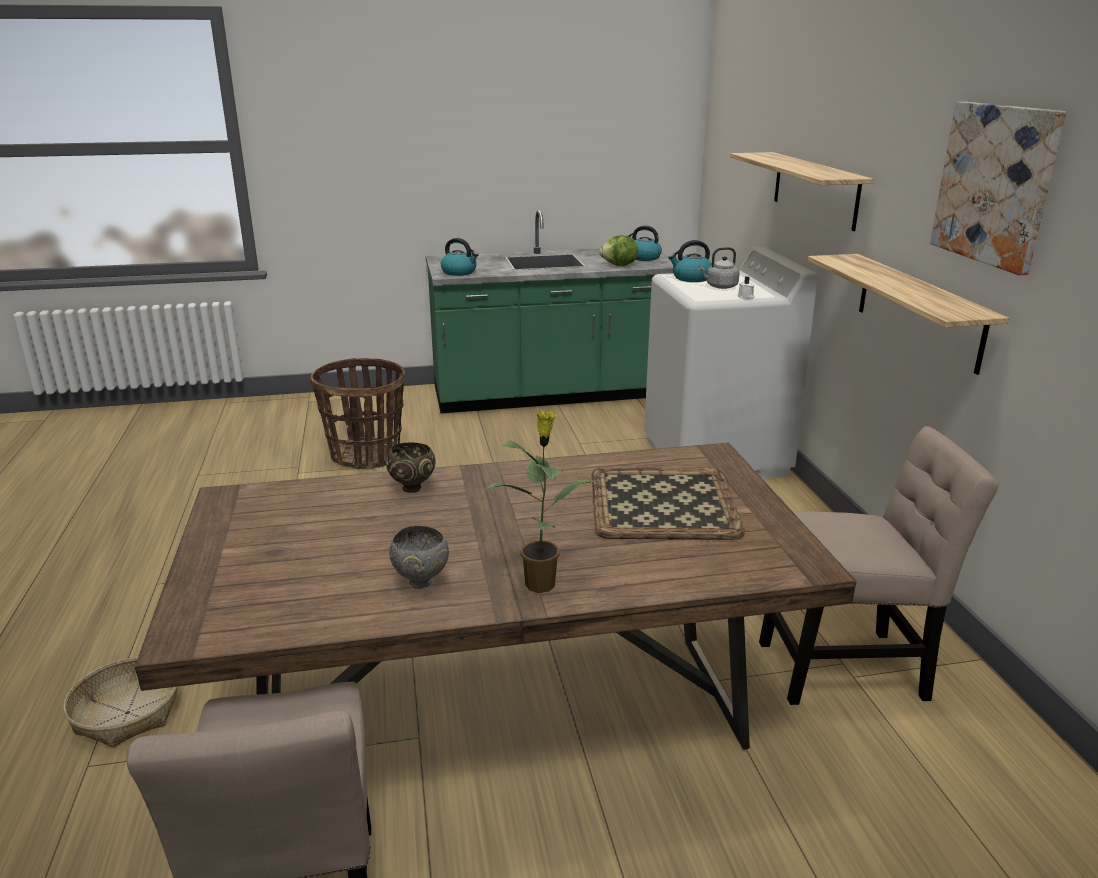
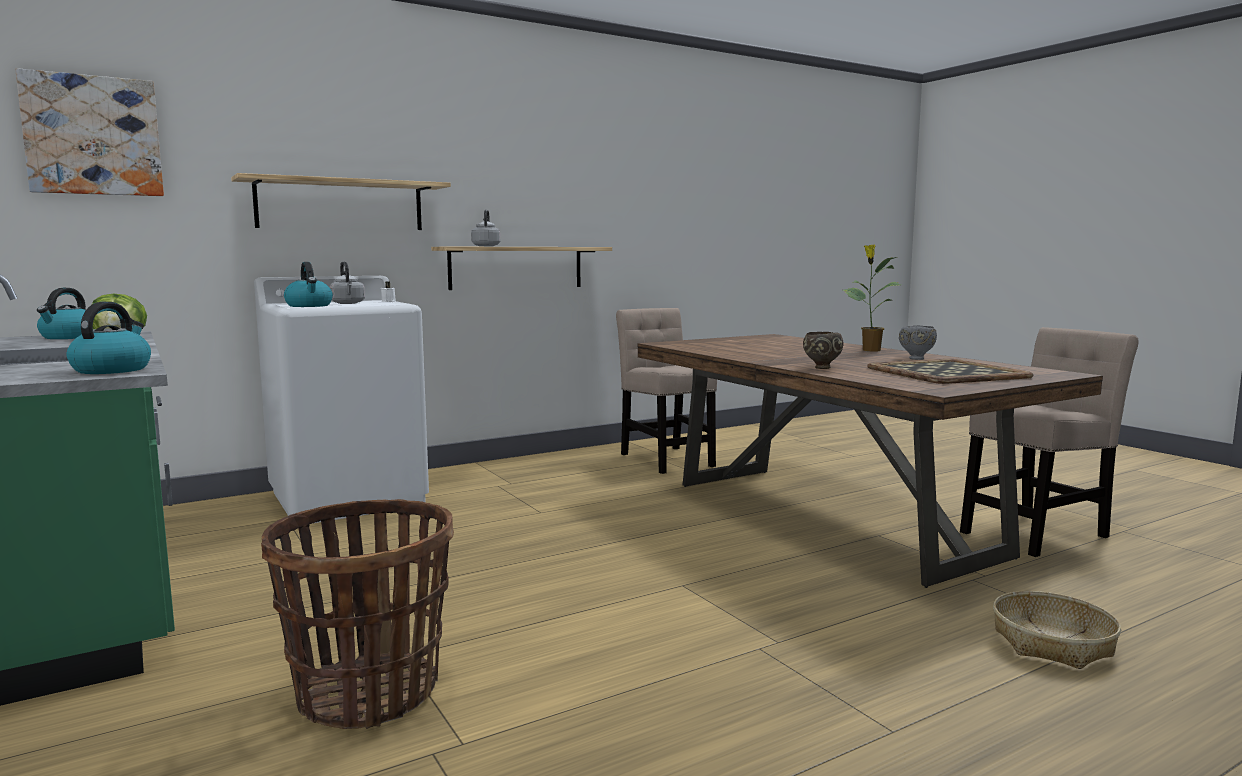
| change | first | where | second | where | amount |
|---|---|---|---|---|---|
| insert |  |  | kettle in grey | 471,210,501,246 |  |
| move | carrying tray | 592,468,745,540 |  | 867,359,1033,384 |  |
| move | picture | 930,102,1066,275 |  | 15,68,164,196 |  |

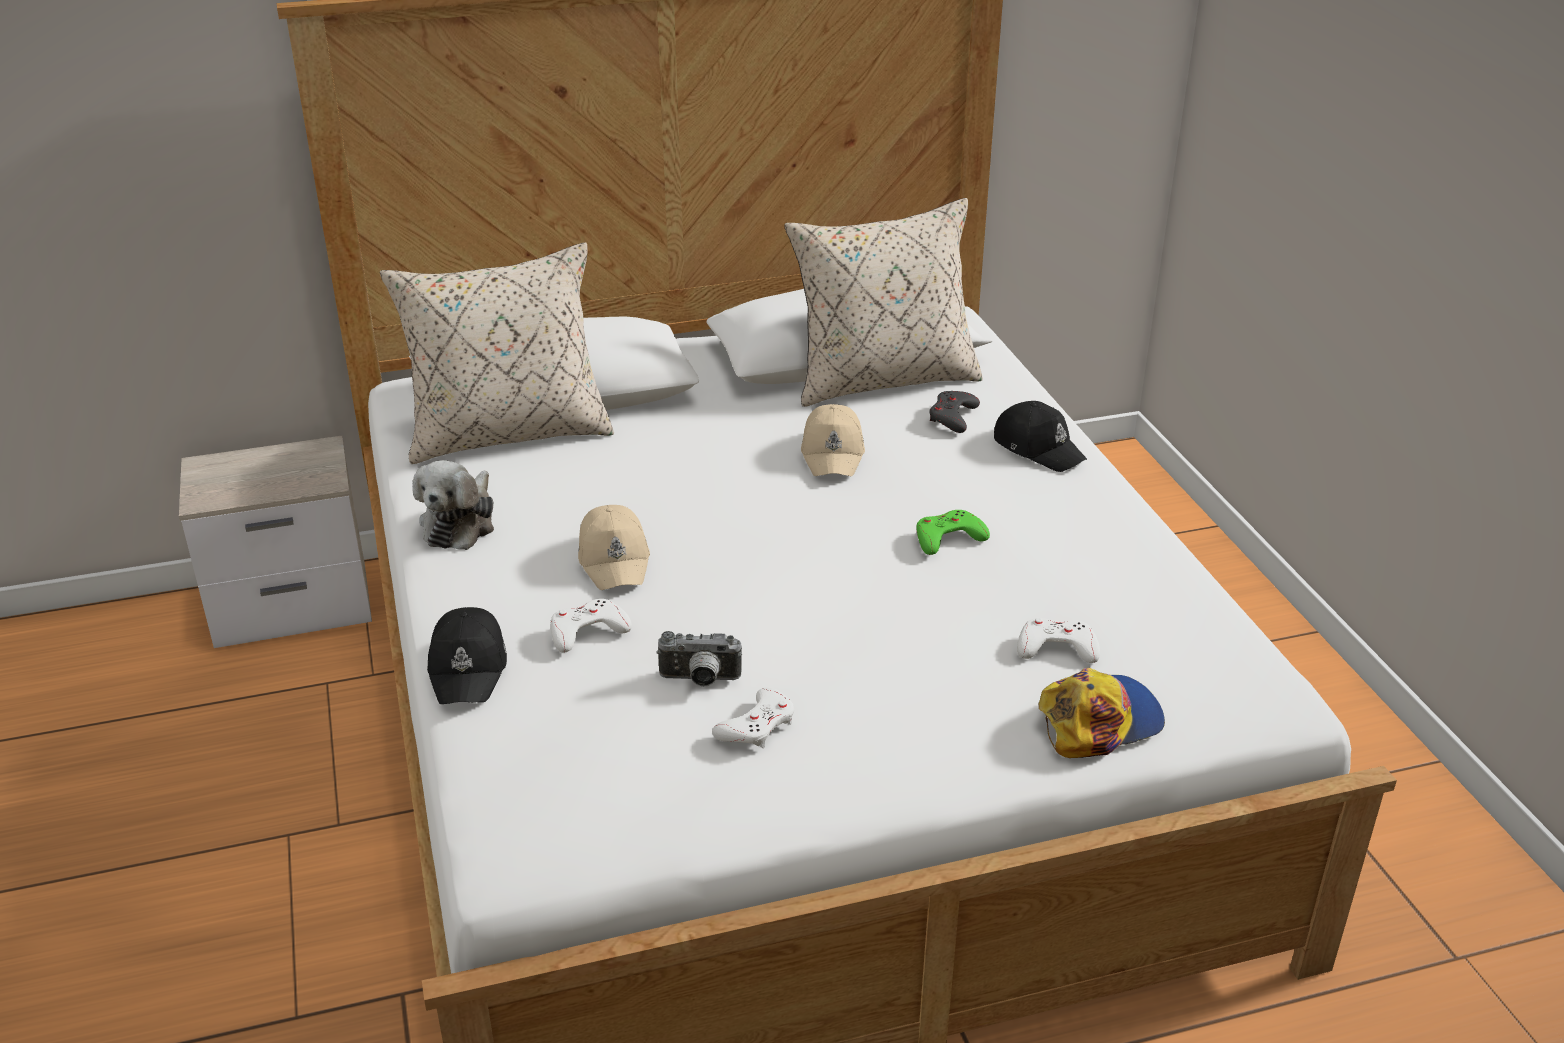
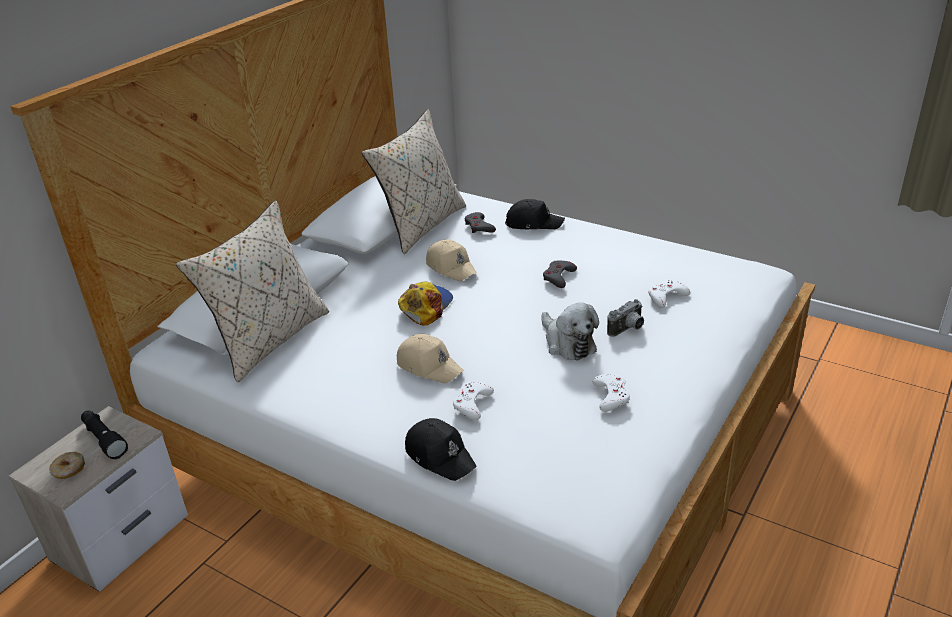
| change | first | where | second | where | amount |
|---|---|---|---|---|---|
| insert |  |  | donut | 49,452,85,479 |  |
| insert |  |  | torch in black-coloured | 81,410,128,459 |  |
| move | plush toy | 412,460,494,550 |  | 542,303,599,360 |  |
| move | photo camera | 656,631,742,687 |  | 607,299,644,337 |  |
| move | cap | 1038,668,1165,758 |  | 398,281,453,325 |  |
| recolor | game controller in green-coloured | 916,510,990,555 | game controller in grey | 543,261,577,288 |  |

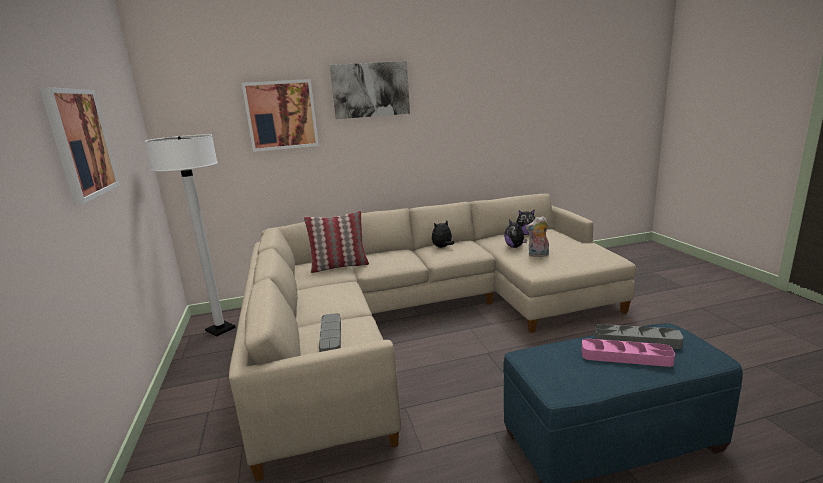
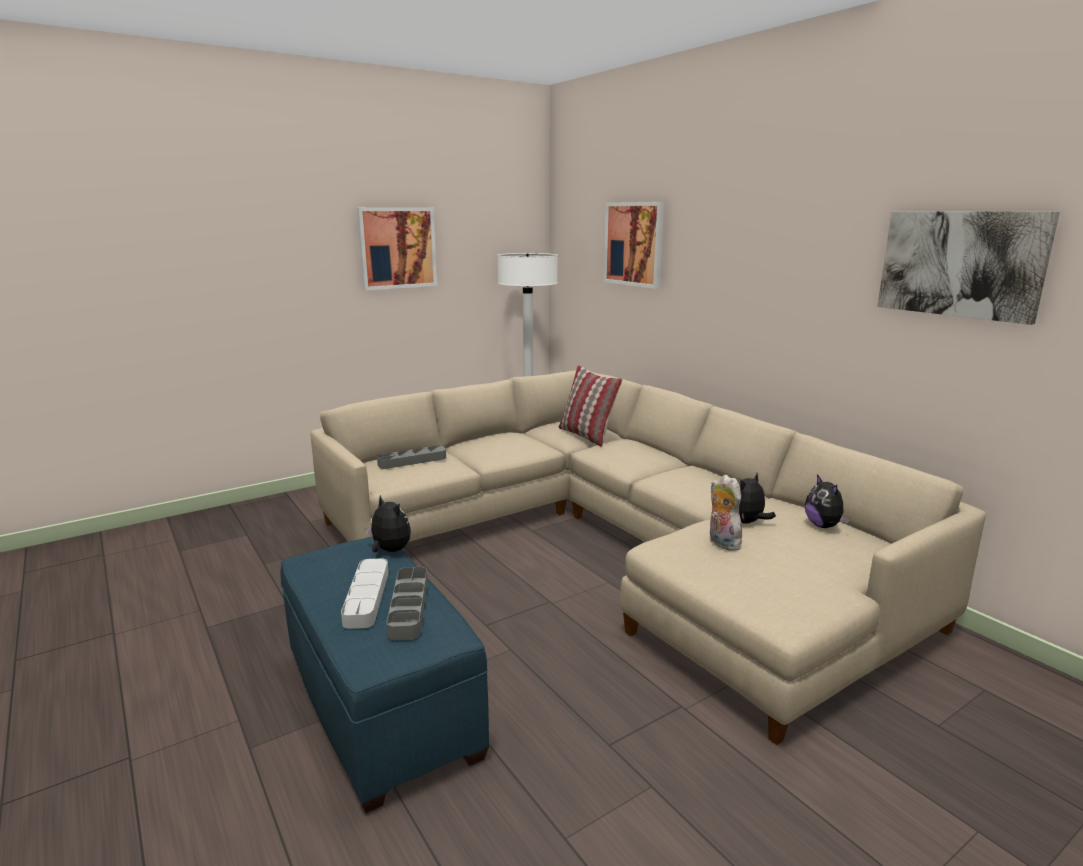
| change | first | where | second | where | amount |
|---|---|---|---|---|---|
| move | picture | 330,61,410,119 |  | 877,211,1060,325 |  |
| move | plush toy | 432,221,454,248 |  | 365,495,411,552 |  |
| recolor | carrying tray in pinkish | 581,338,675,367 | carrying tray in grey | 341,558,389,629 |  |

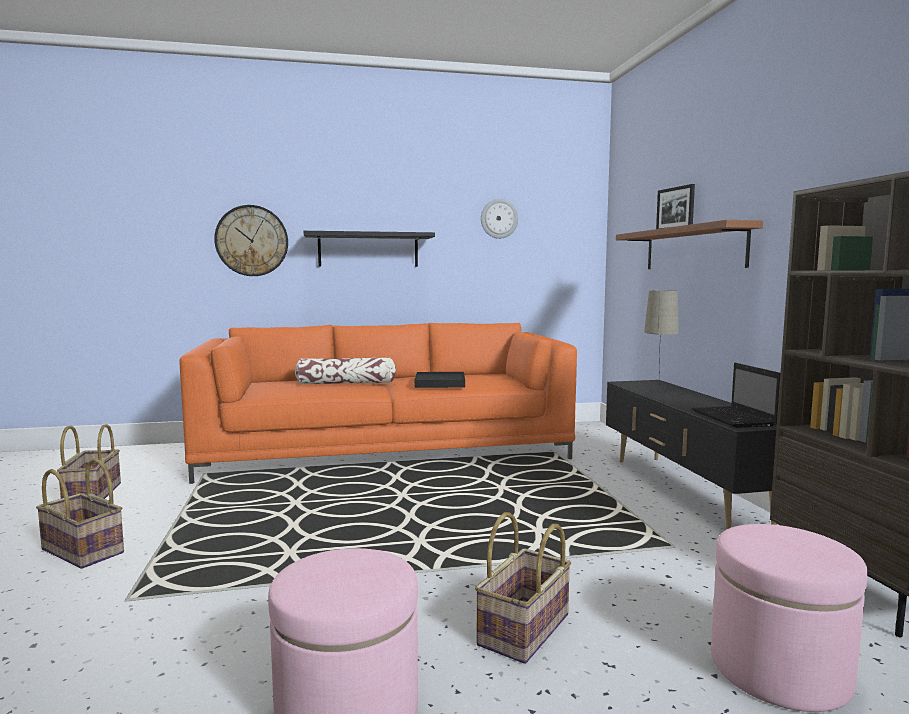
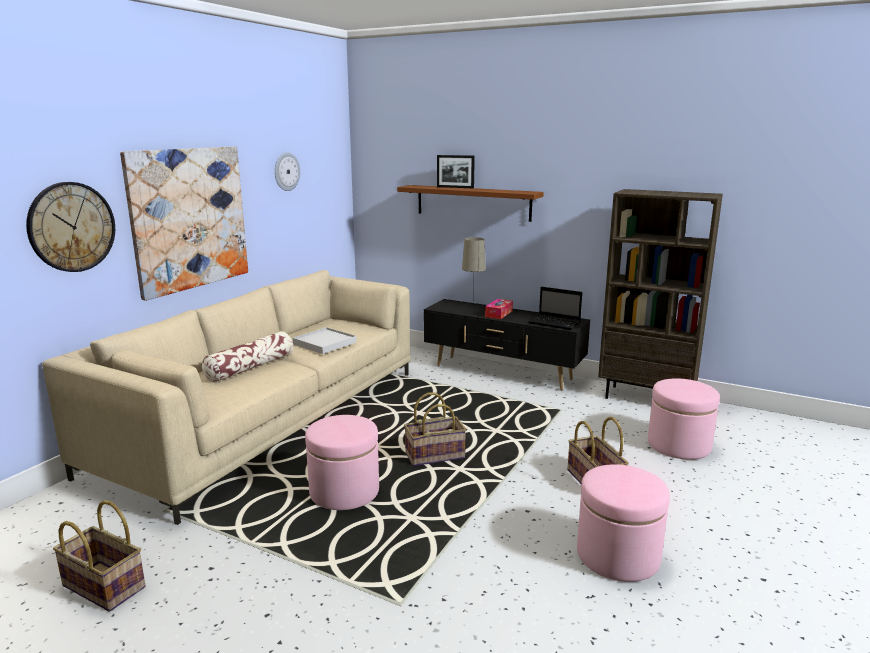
| change | first | where | second | where | amount |
|---|---|---|---|---|---|
| insert |  |  | pouffe in pinkish | 305,415,379,510 |  |
| insert |  |  | box of tissues | 485,299,513,319 |  |
| move | household basket | 36,458,124,569 |  | 404,393,467,466 |  |
| replace | shelf in black-coloured | 304,231,435,267 | picture | 120,147,248,301 |  |
| recolor | sofa in orangey | 179,323,577,484 | sofa in sand-coloured | 42,270,411,525 |  |
| recolor | carrying tray in black-coloured | 414,372,465,388 | carrying tray in white | 293,327,357,354 |  |

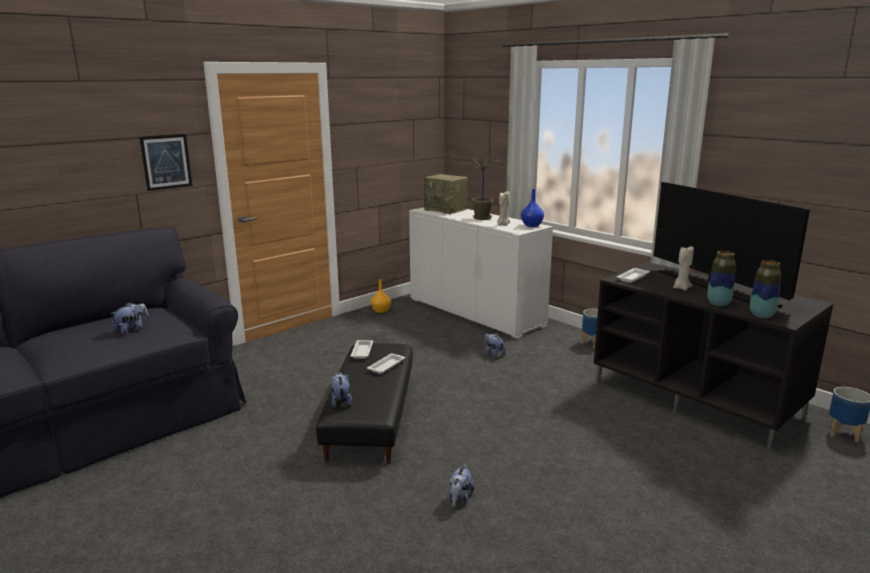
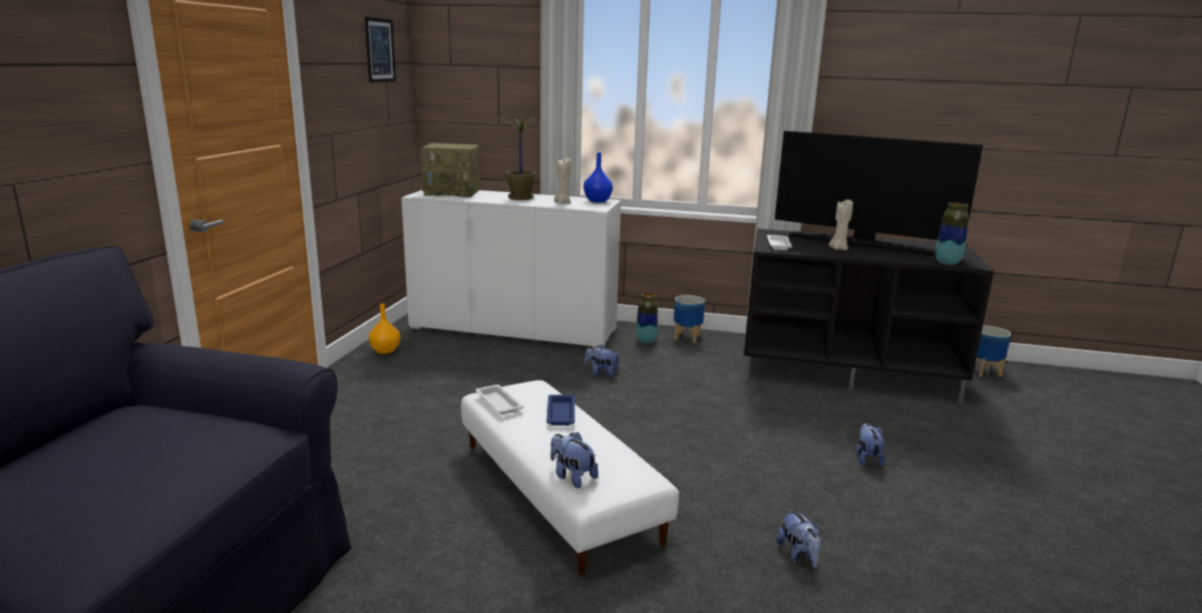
| change | first | where | second | where | amount |
|---|---|---|---|---|---|
| move | plush toy | 111,303,149,335 |  | 856,423,885,467 |  |
| move | picture | 139,134,192,191 |  | 365,17,396,83 |  |
| move | decorative vase | 707,251,736,306 |  | 636,293,658,343 |  |
| recolor | pouffe in black-coloured | 316,343,413,463 | pouffe in white | 461,380,679,576 |  |
| recolor | carrying tray in white | 367,354,405,374 | carrying tray in blue | 546,395,575,426 |  |

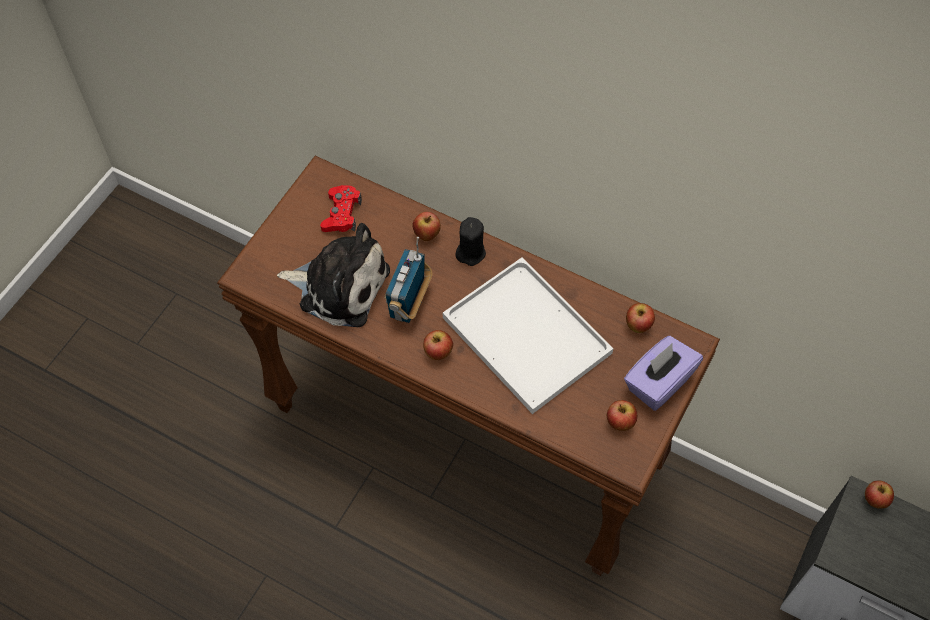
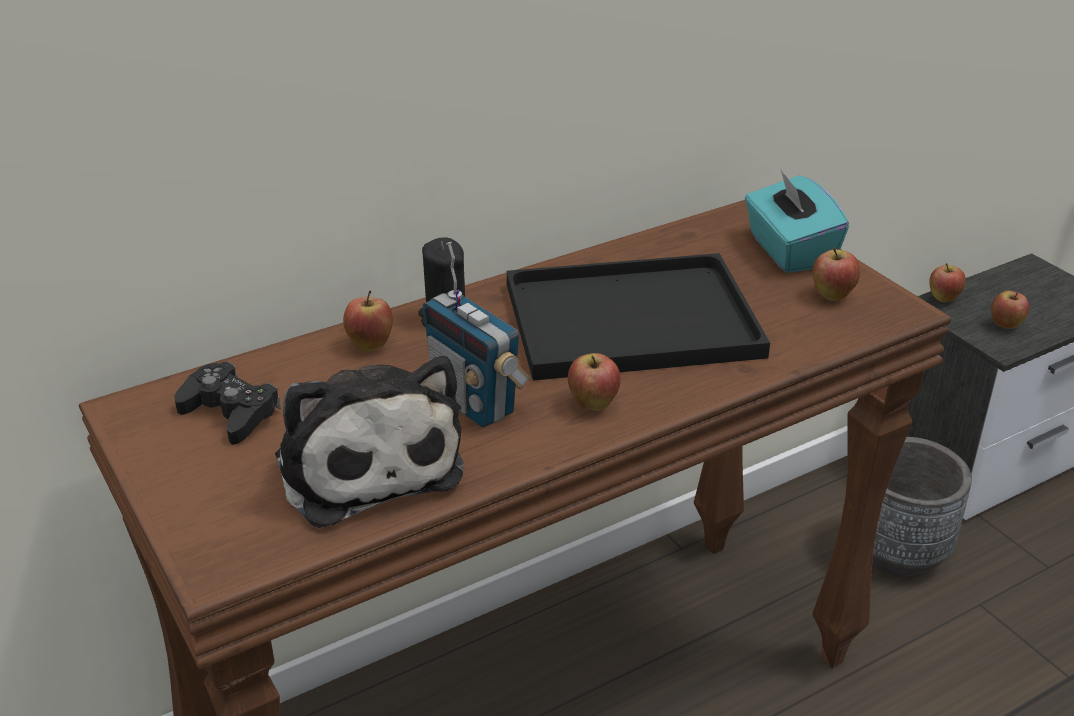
| change | first | where | second | where | amount |
|---|---|---|---|---|---|
| insert |  |  | plant pot in grey | 872,437,972,577 |  |
| move | apple fruit | 626,303,655,333 |  | 991,291,1029,329 |  |
| recolor | game controller in red-coloured | 320,185,362,232 | game controller in black-coloured | 174,362,281,445 |  |
| recolor | carrying tray in white | 443,257,614,414 | carrying tray in black-coloured | 507,253,770,381 |  |
| recolor | box of tissues in purple-coloured | 624,336,703,411 | box of tissues in turquoise-coloured | 745,170,849,273 |  |
| rotate | plush toy | 277,223,390,327 |  | 275,356,464,528 | 105 degrees clockwise |

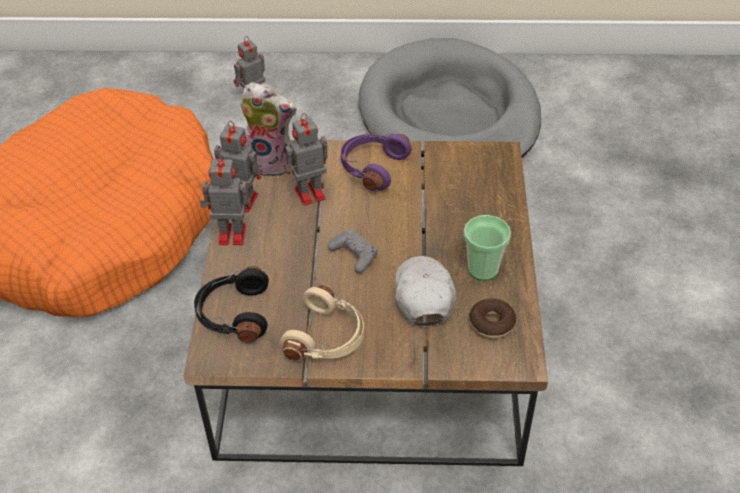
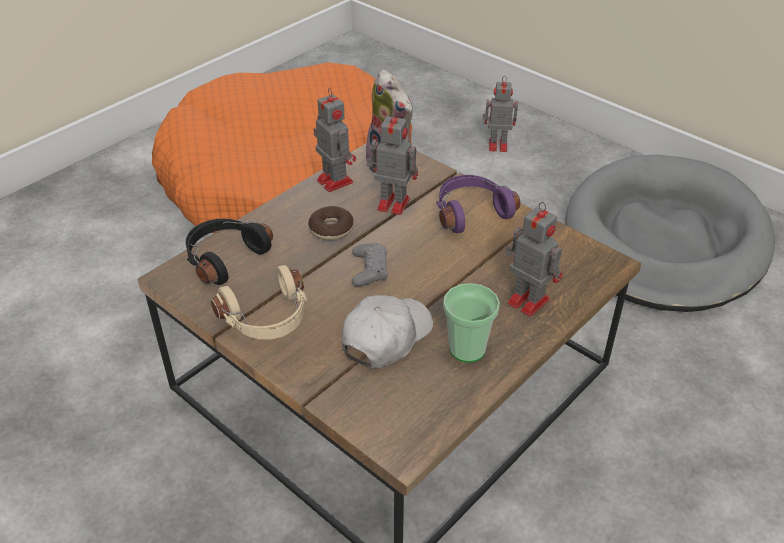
| change | first | where | second | where | amount |
|---|---|---|---|---|---|
| move | robot figure | 200,154,251,245 |  | 505,202,563,317 |  |
| move | donut | 469,298,516,339 |  | 308,206,353,240 |  |

